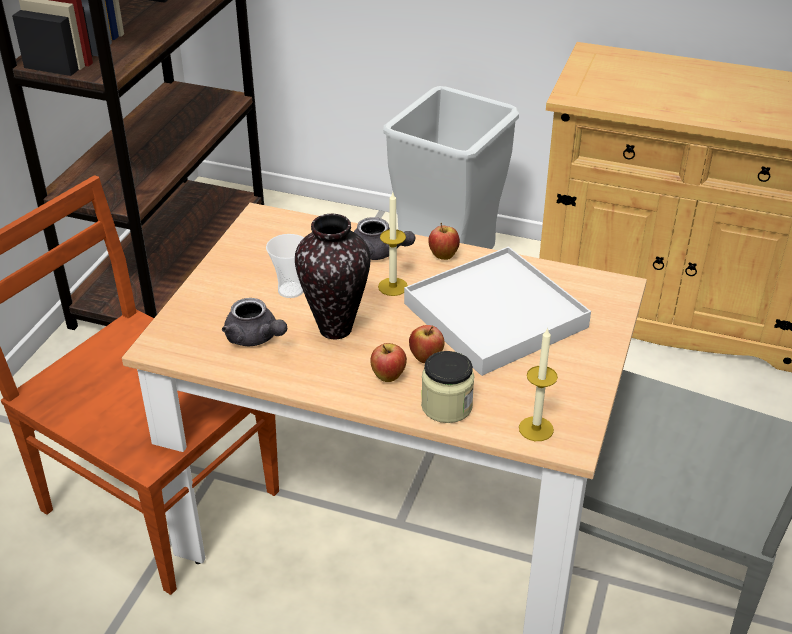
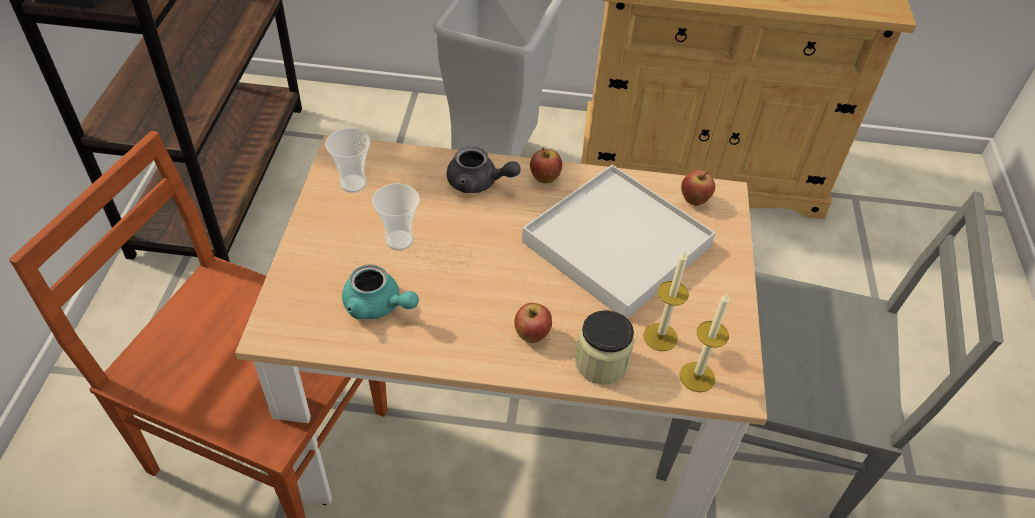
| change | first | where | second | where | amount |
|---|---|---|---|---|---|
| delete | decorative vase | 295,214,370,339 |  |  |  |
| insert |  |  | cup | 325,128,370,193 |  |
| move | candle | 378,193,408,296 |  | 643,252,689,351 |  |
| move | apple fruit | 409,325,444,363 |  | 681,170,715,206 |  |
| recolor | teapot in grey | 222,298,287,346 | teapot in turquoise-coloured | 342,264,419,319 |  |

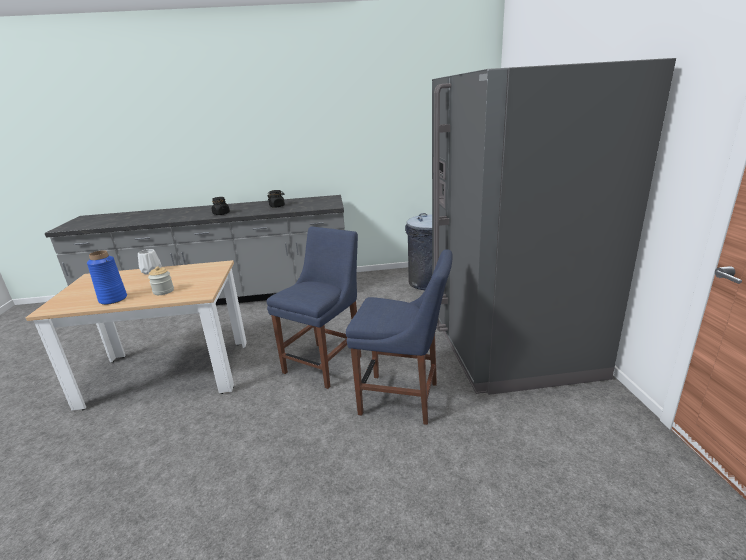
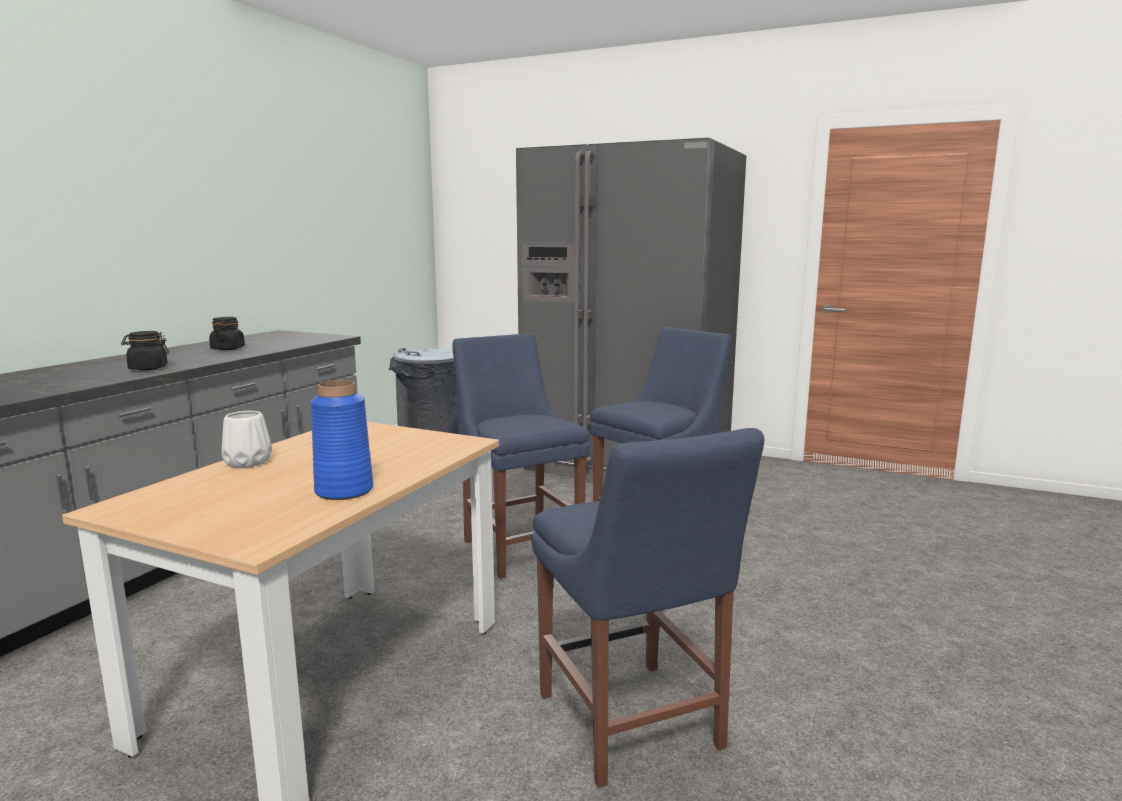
| change | first | where | second | where | amount |
|---|---|---|---|---|---|
| delete | preserve jar | 148,266,174,295 |  |  |  |
| insert |  |  | plain chair in blue | 531,428,764,788 |  |

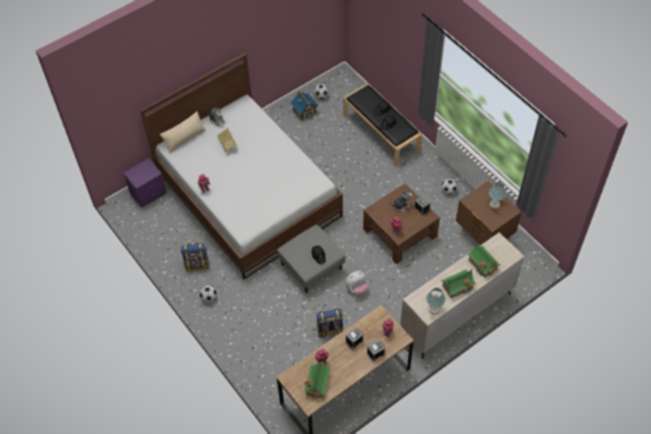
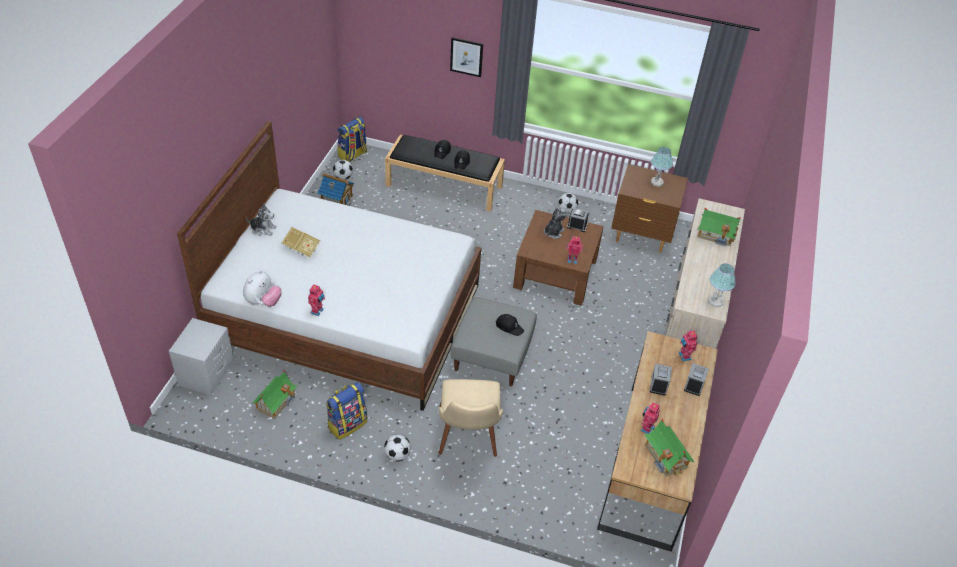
| change | first | where | second | where | amount |
|---|---|---|---|---|---|
| delete | cushion in sand-coloured | 160,111,206,154 |  |  |  |
| insert |  |  | plain chair in sand-coloured | 439,379,503,457 |  |
| insert |  |  | picture | 450,37,483,77 |  |
| move | rucksack | 316,309,343,339 |  | 337,117,367,162 |  |
| move | plush toy | 345,271,369,296 |  | 243,270,282,306 |  |
| move | miniature house | 441,269,476,298 |  | 252,370,297,419 |  |
| recolor | night table in purple-coloured | 123,158,166,208 | night table in grey | 169,318,233,395 |  |

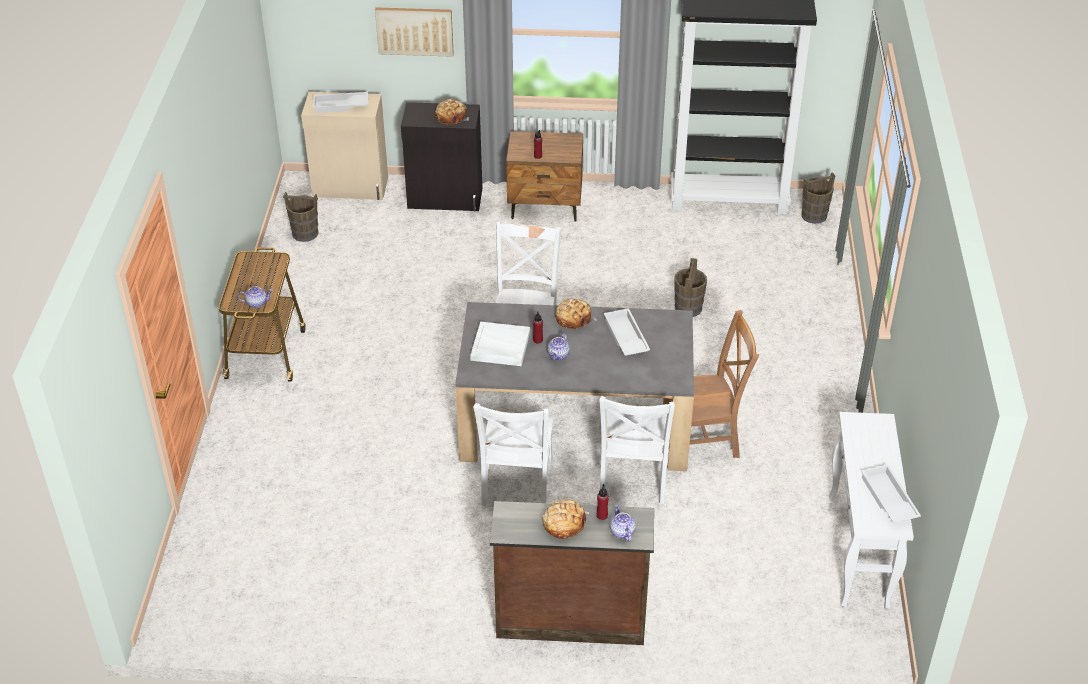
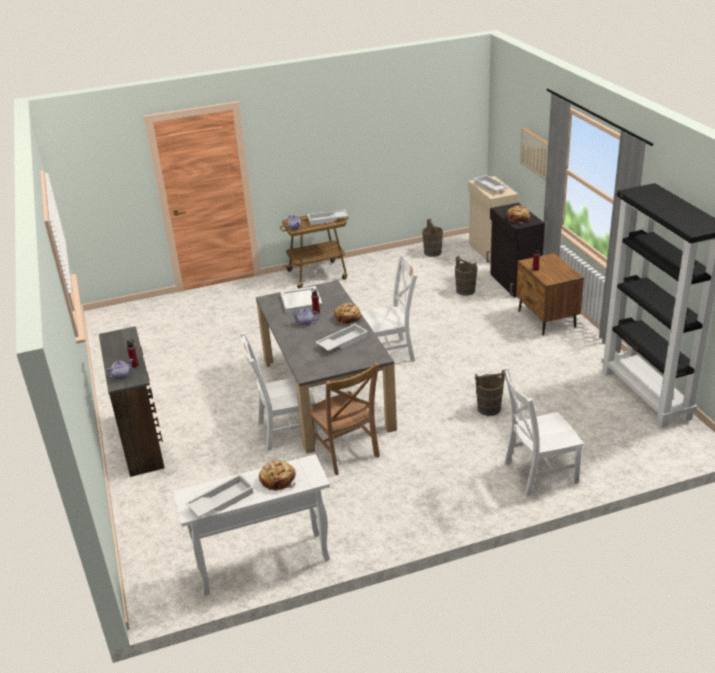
| change | first | where | second | where | amount |
|---|---|---|---|---|---|
| insert |  |  | carrying tray in white | 307,209,348,225 |  |
| move | plain chair in white | 473,403,553,506 |  | 502,367,584,497 |  |
| move | baked bread | 542,499,589,539 |  | 259,459,296,491 |  |
| move | bucket in brownish | 801,172,835,224 |  | 455,256,477,296 |  |

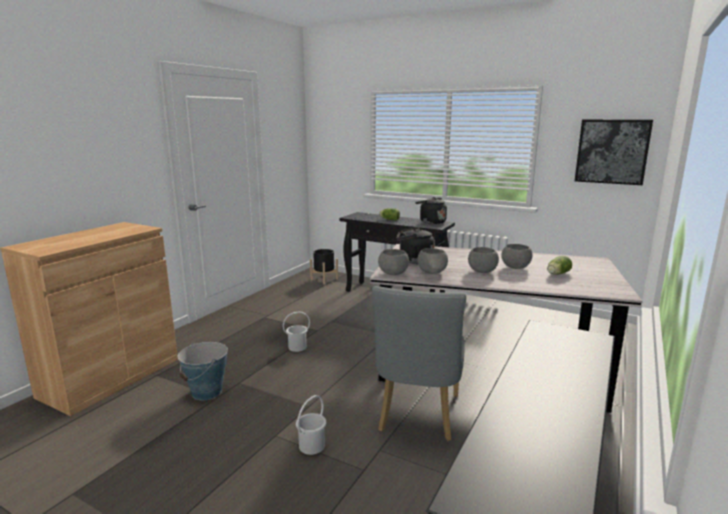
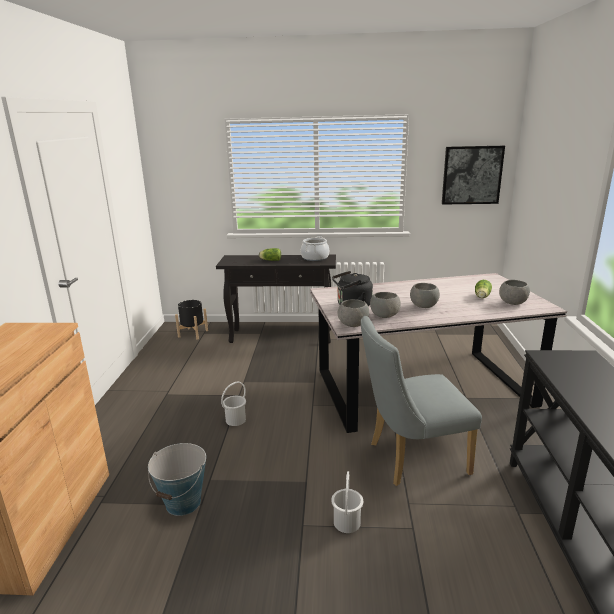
| change | first | where | second | where | amount |
|---|---|---|---|---|---|
| move | serving bowl in grey | 501,244,532,269 |  | 499,280,530,305 |  |
| replace | kettle in black-coloured | 415,197,447,224 | cooking pot | 301,236,329,261 |  |
| rotate | plain chair in grey | 372,286,466,441 |  | 361,316,482,486 | 90 degrees clockwise |

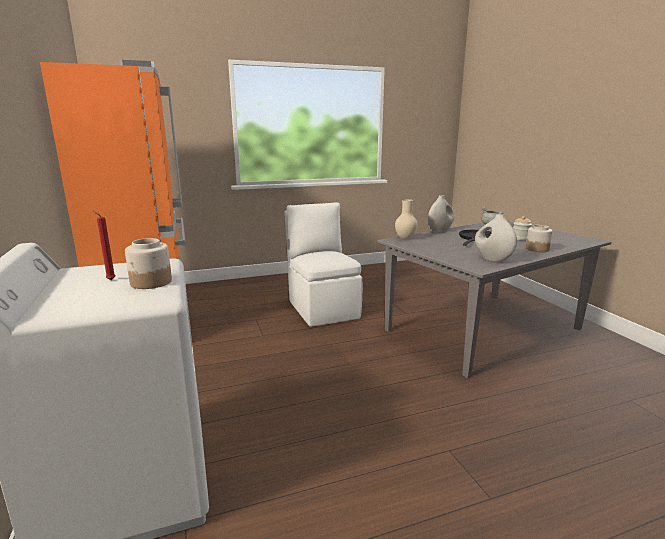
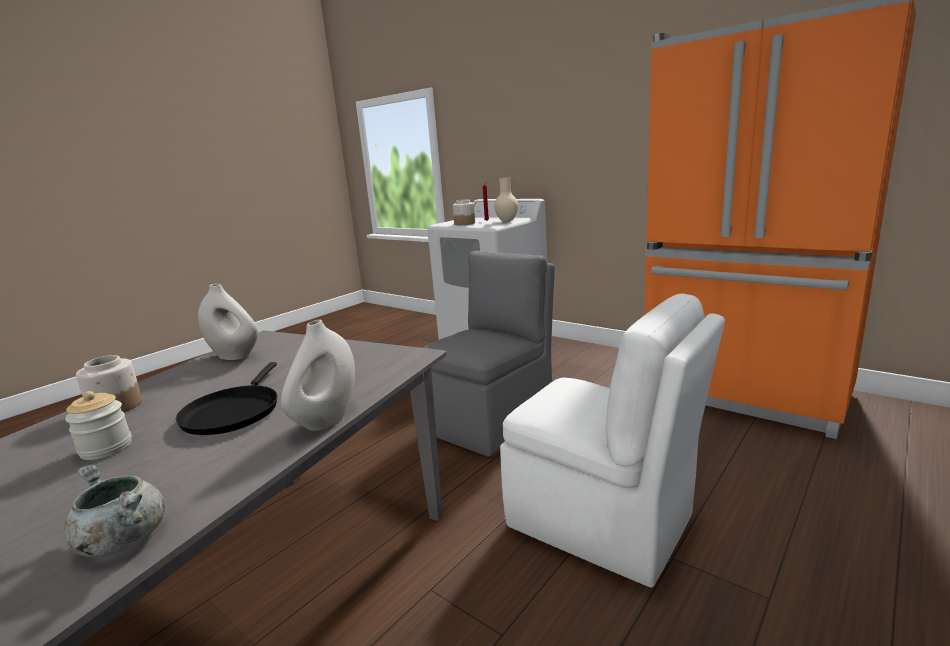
| change | first | where | second | where | amount |
|---|---|---|---|---|---|
| insert |  |  | plain chair in grey | 423,251,555,457 |  |
| move | decorative vase in sand-coloured | 395,199,418,240 |  | 494,178,518,222 |  |

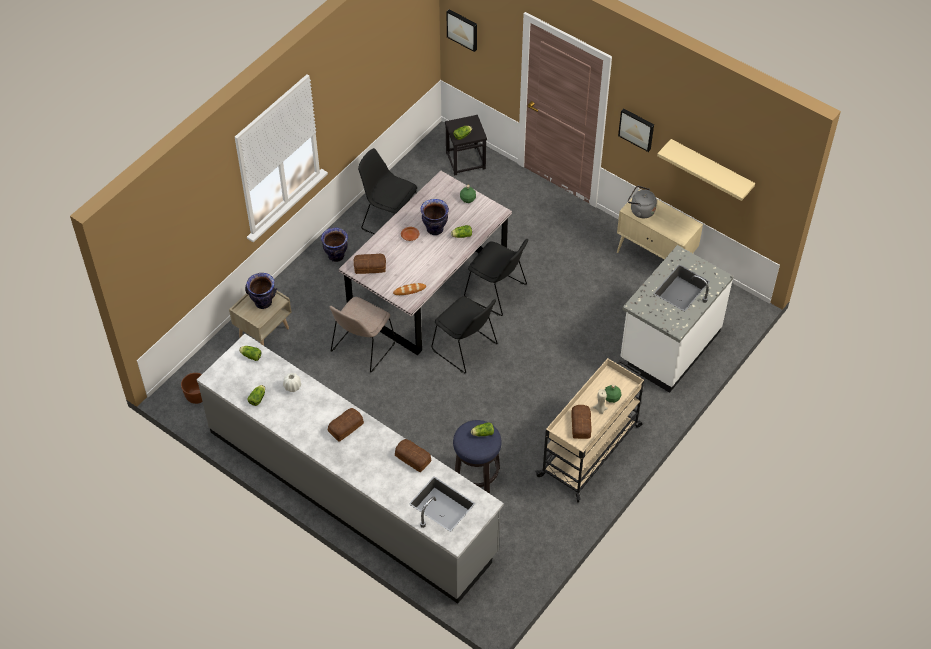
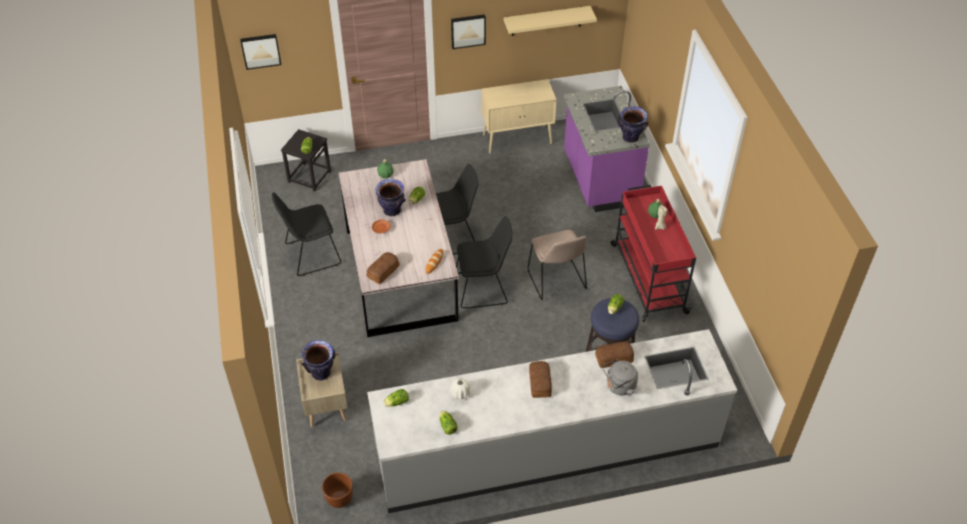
| change | first | where | second | where | amount |
|---|---|---|---|---|---|
| delete | baked bread | 571,405,592,439 |  |  |  |
| move | decorative vase | 321,227,348,262 |  | 618,106,649,143 |  |
| move | plain chair in sand-coloured | 330,297,396,373 |  | 528,230,587,300 |  |
| move | kettle in grey | 628,186,657,218 |  | 602,359,638,396 |  |
| recolor | trolley in sand-coloured | 535,358,644,502 | trolley in red-coloured | 610,185,696,322 |  |
| recolor | counter in white | 620,245,734,393 | counter in purple-coloured | 564,86,650,212 |  |

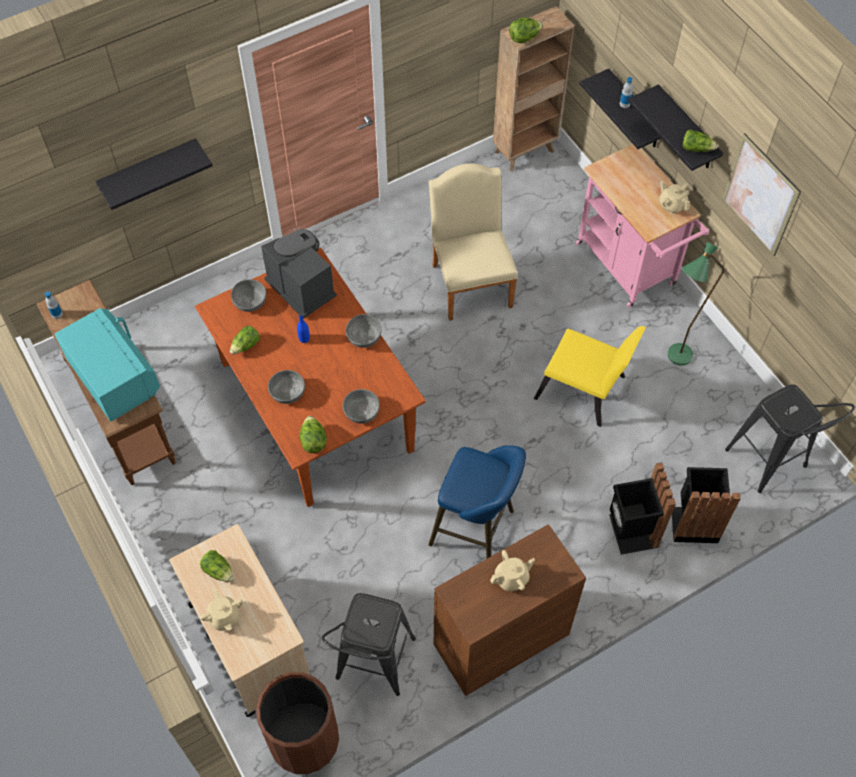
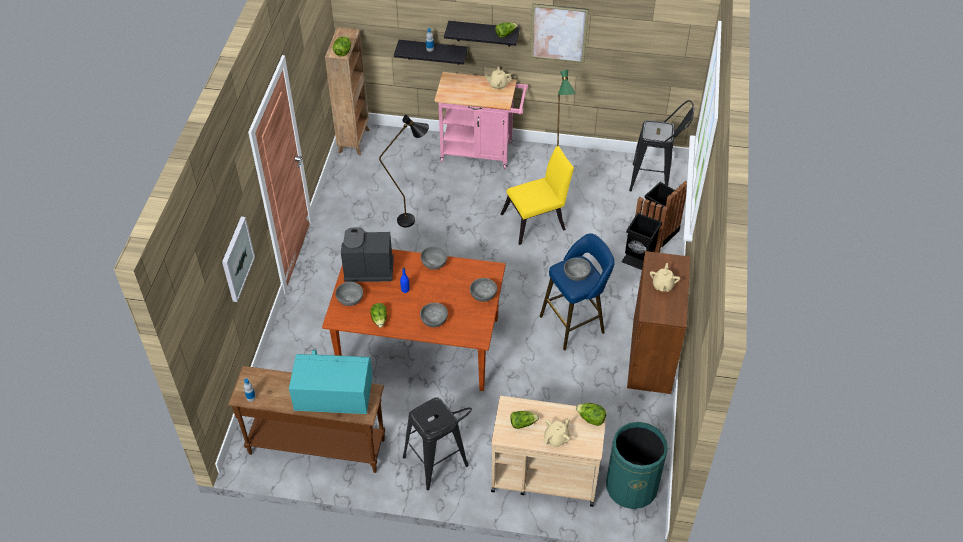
| change | first | where | second | where | amount |
|---|---|---|---|---|---|
| insert |  |  | serving bowl in grey | 564,258,591,281 |  |
| move | lettuce | 300,416,327,453 |  | 576,403,606,426 |  |
| move | sitting stool in black-coloured | 322,593,416,696 |  | 403,397,472,490 |  |
| replace | shelf in black-coloured | 95,138,213,210 | picture | 222,217,255,302 |  |
| replace | plain chair in sand-coloured | 429,164,518,321 | standing lamp in black-coloured | 379,115,429,227 |  |
| recolor | trash can in brownish | 256,672,339,774 | trash can in green-coloured | 606,422,668,509 |  |
| rotate | teapot in sand-coloured | 200,590,243,631 |  | 544,418,570,447 | 60 degrees counterclockwise |

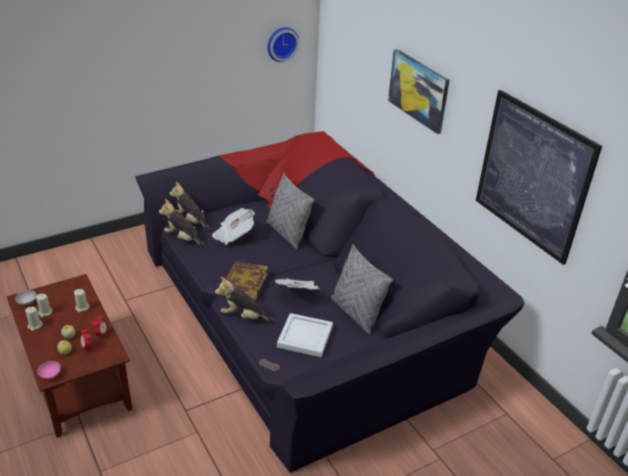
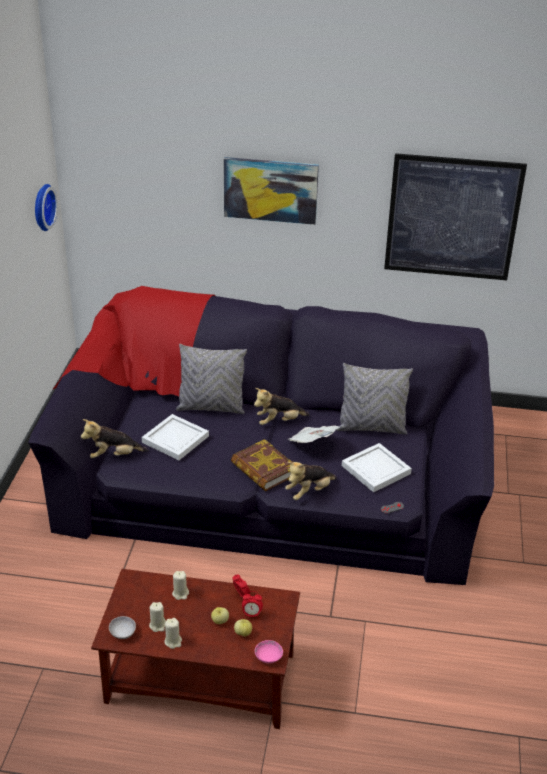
| change | first | where | second | where | amount |
|---|---|---|---|---|---|
| move | plush toy | 159,199,207,247 |  | 254,388,310,425 |  |
| replace | daily paper | 212,208,255,245 | carrying tray in white | 142,414,209,460 |  |

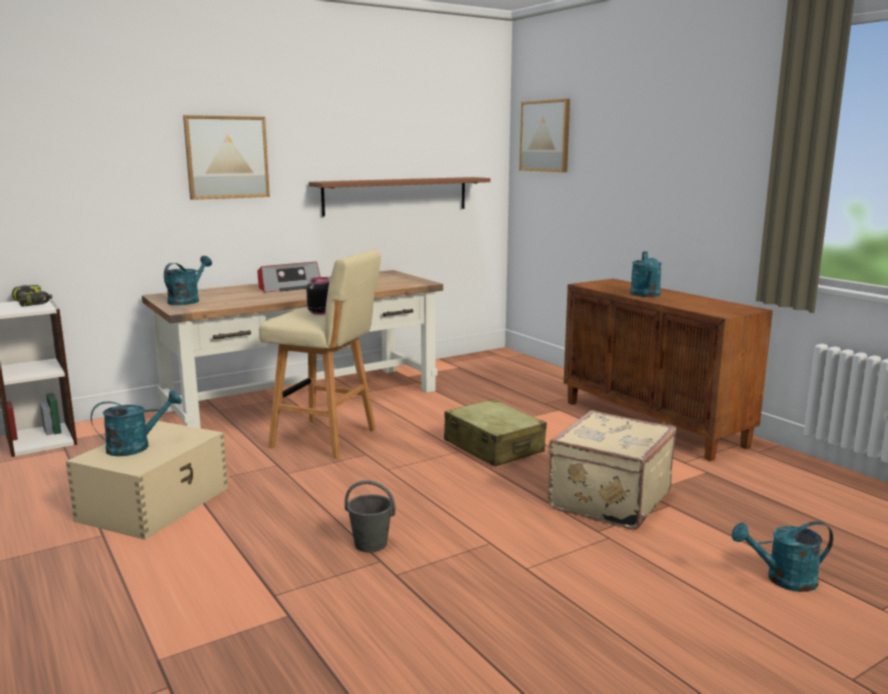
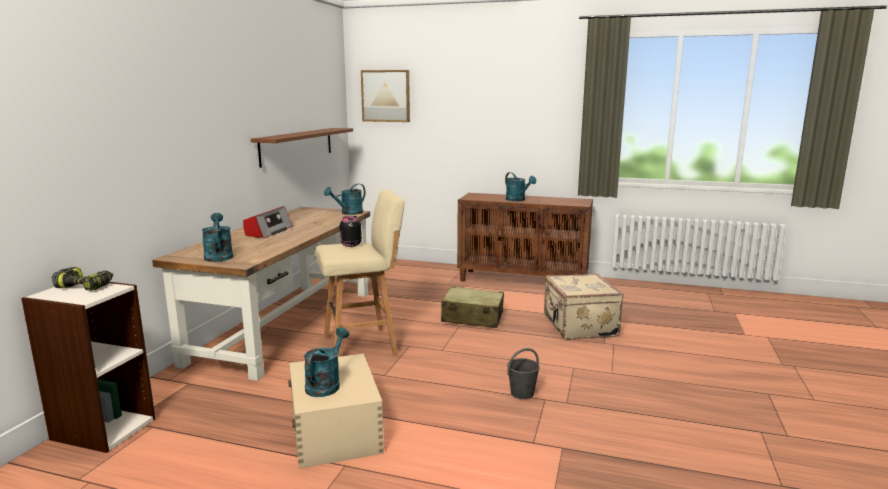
| change | first | where | second | where | amount |
|---|---|---|---|---|---|
| delete | picture | 183,115,270,200 |  |  |  |
| move | watering can in turquoise-coloured | 732,521,833,592 |  | 324,184,366,215 |  |

